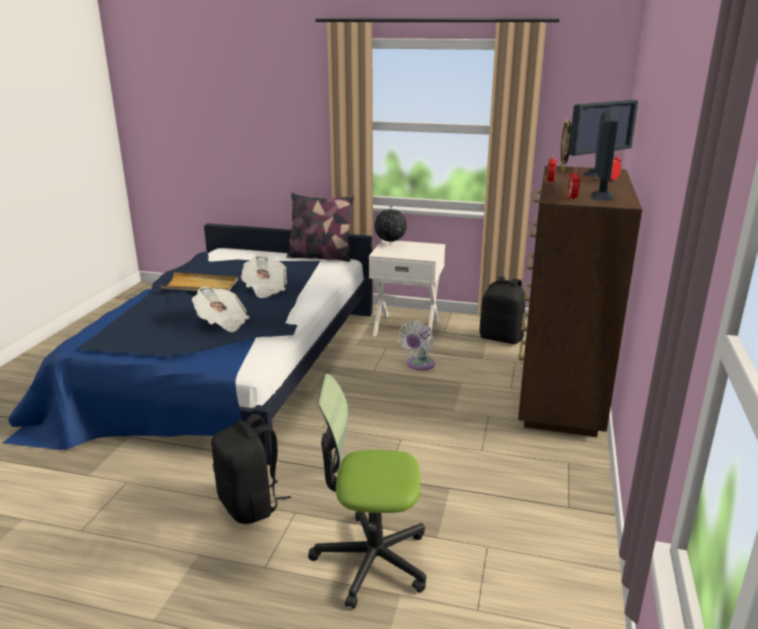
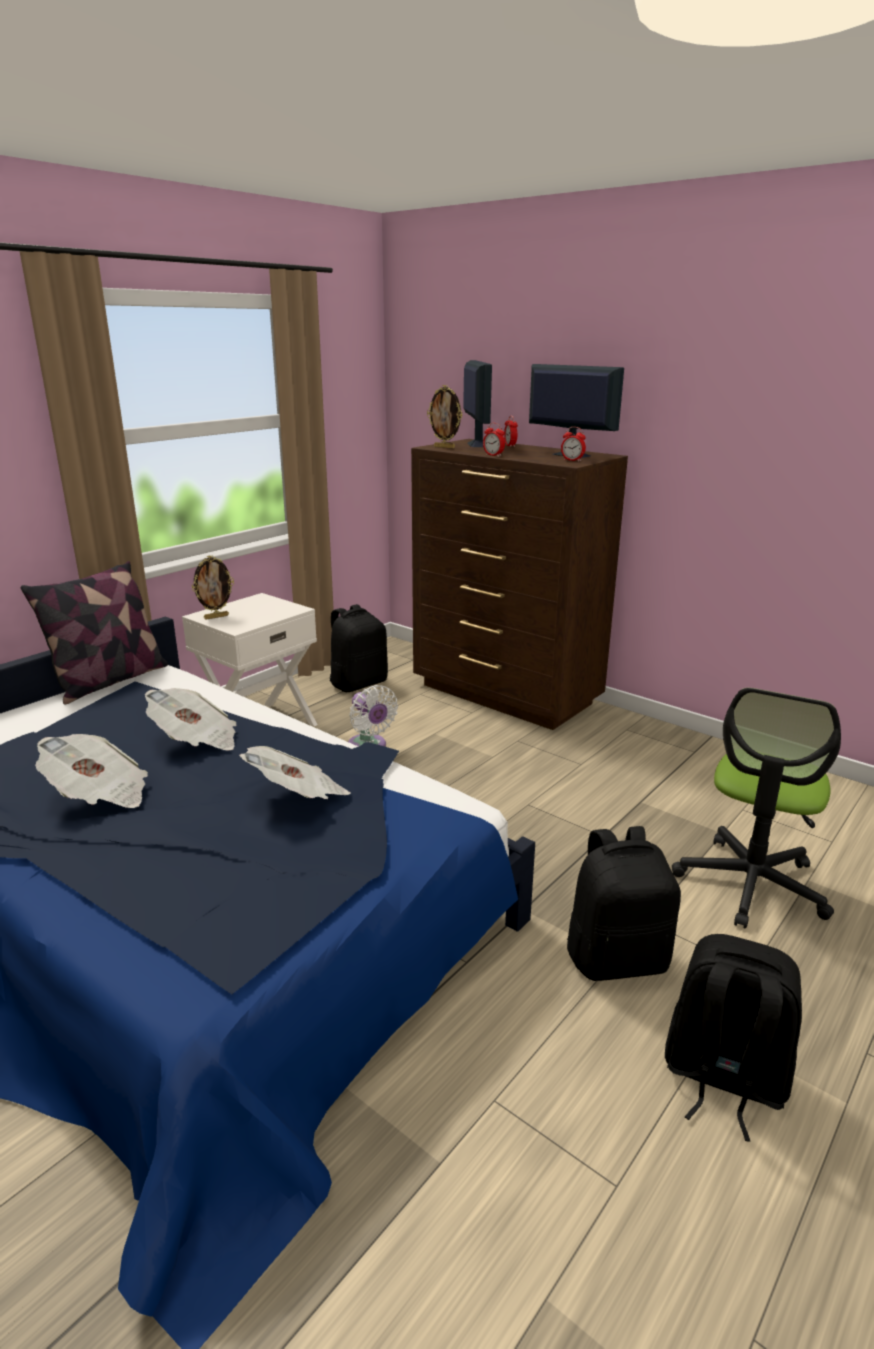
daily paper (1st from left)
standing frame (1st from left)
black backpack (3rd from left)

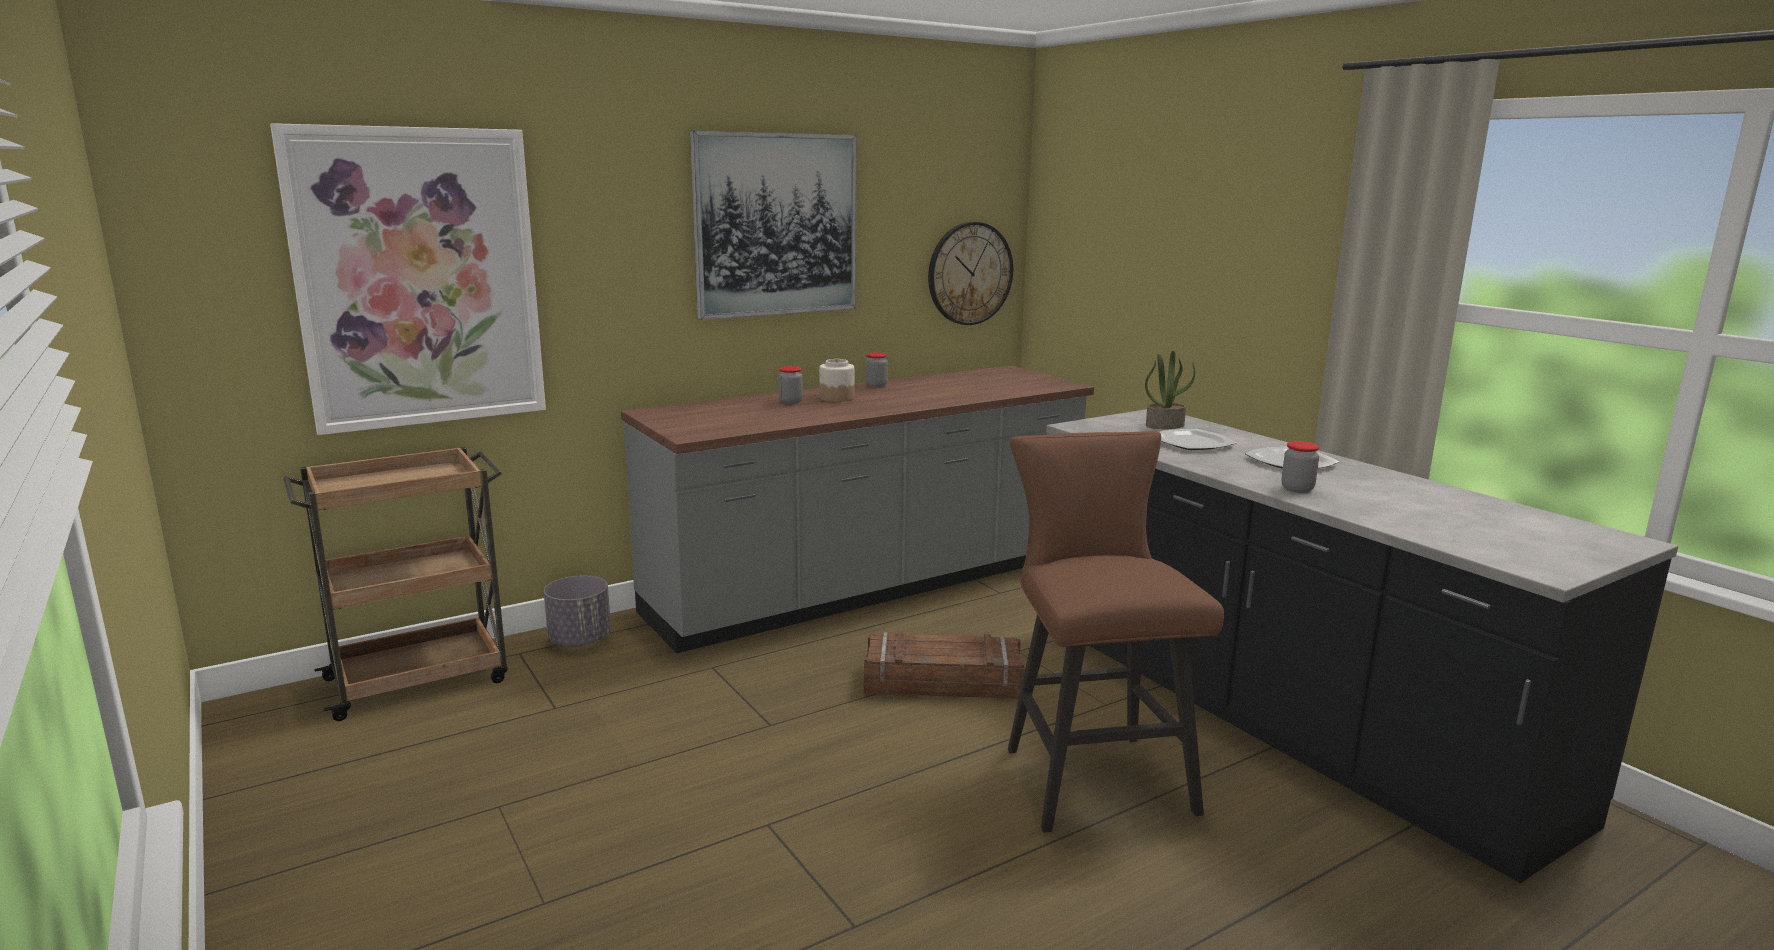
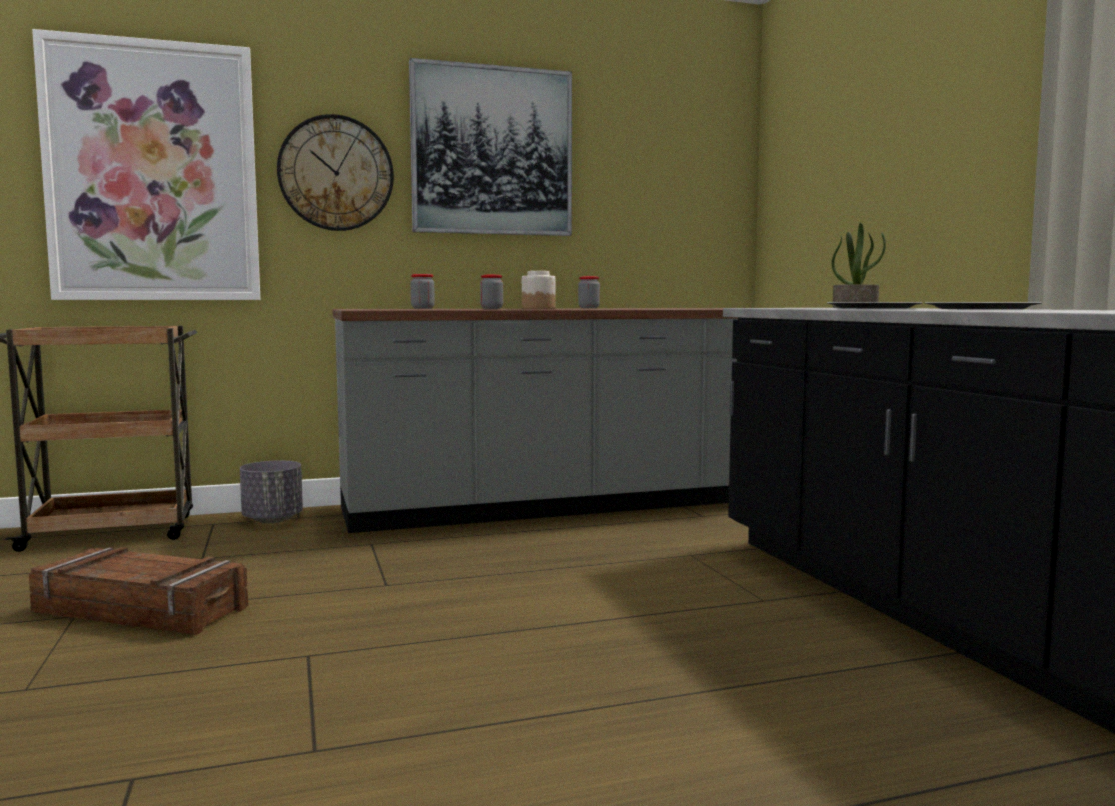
shipping crate
wall clock
brown stool
preserve jar (1st from left)

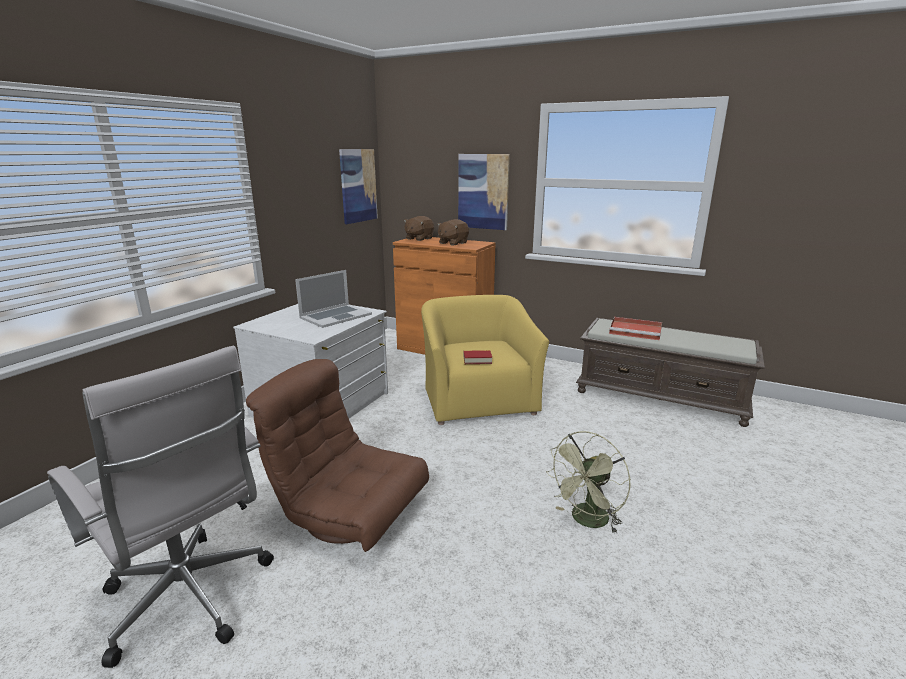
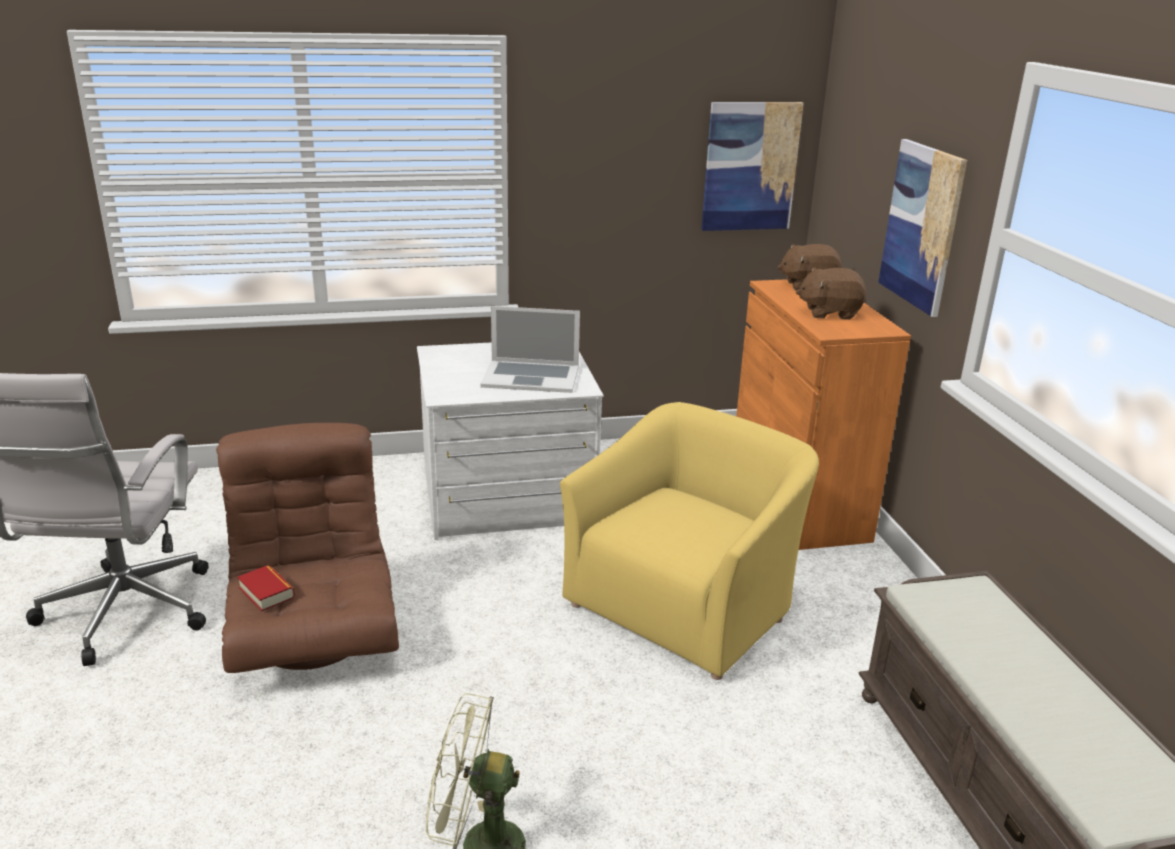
book
red tray

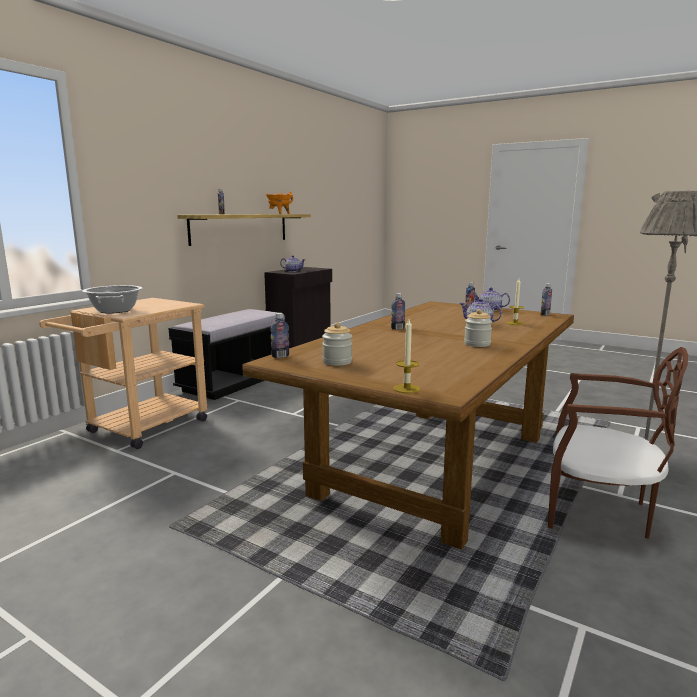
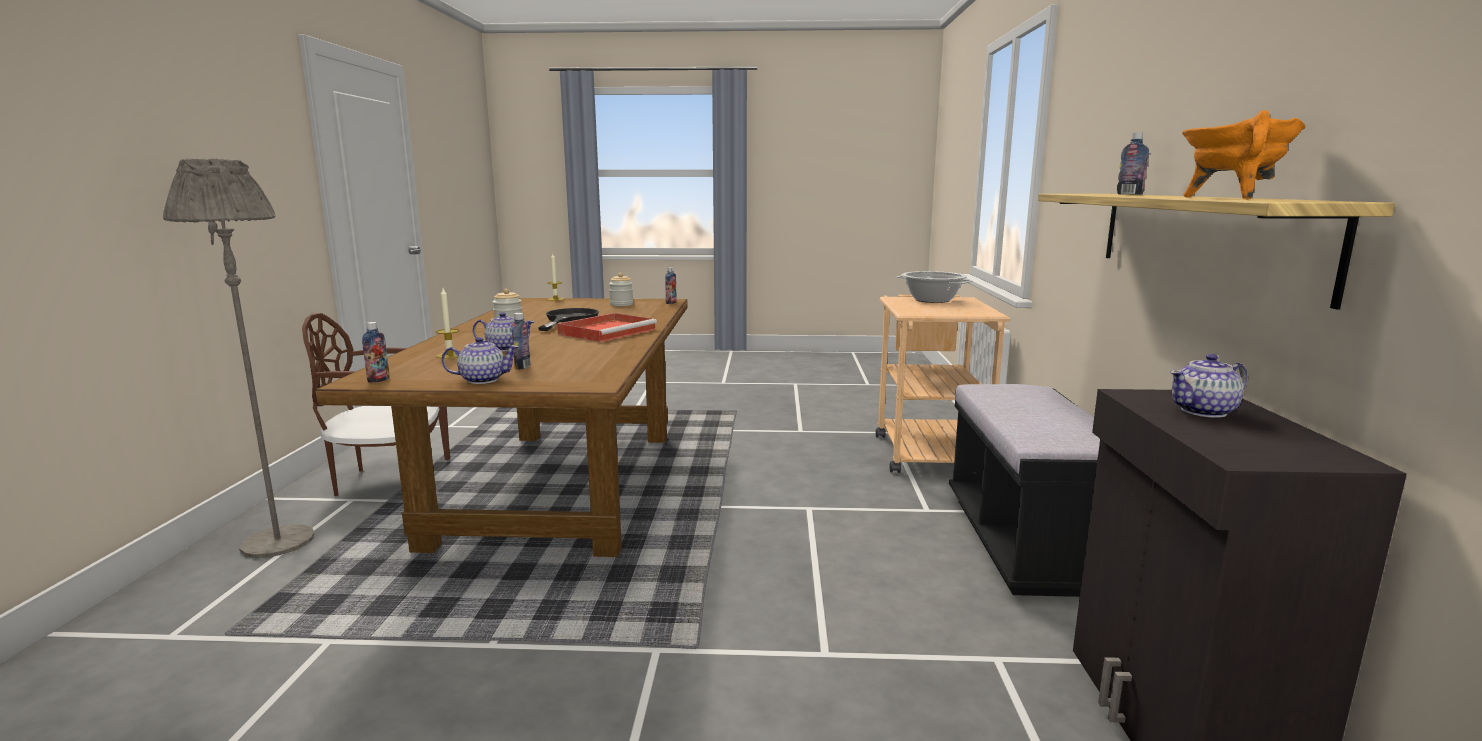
red tray
black frying pan

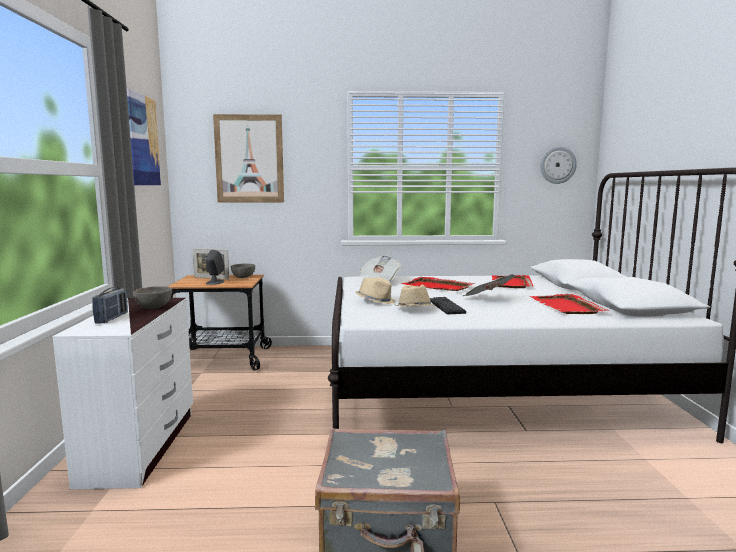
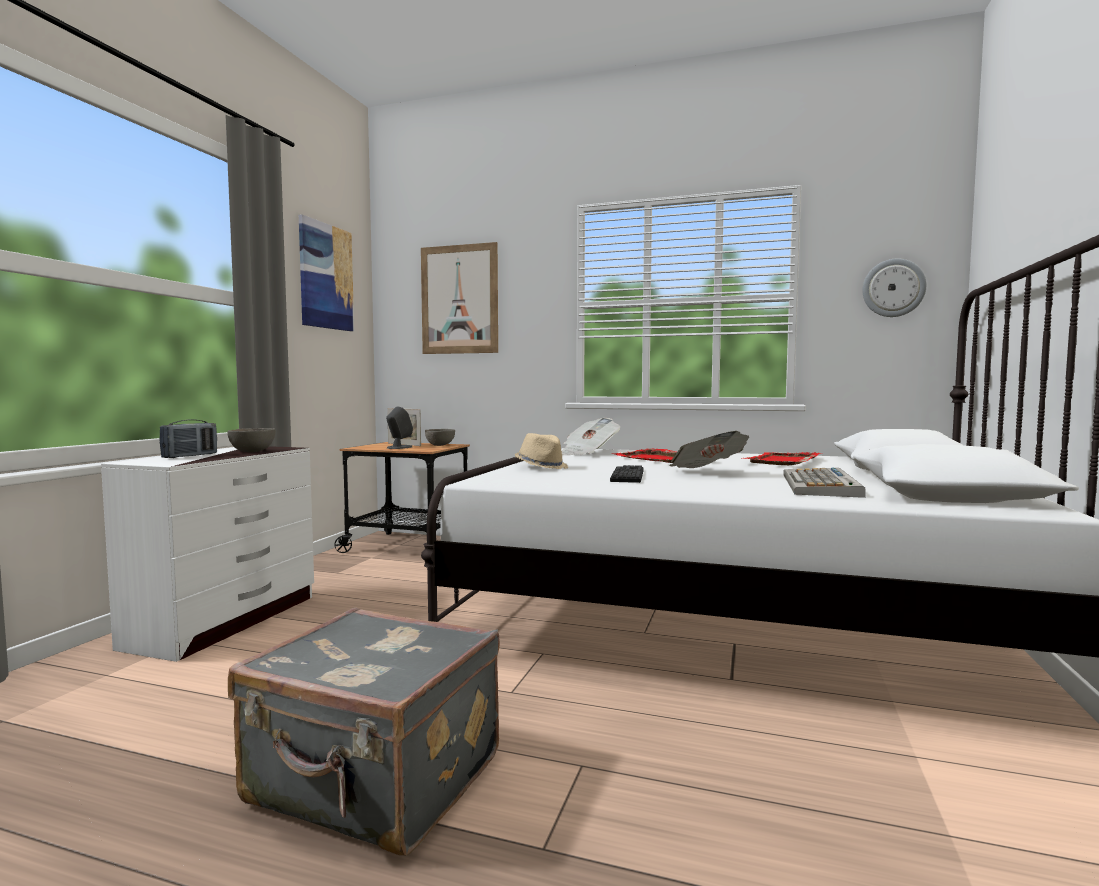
beige-coloured hat (2nd from left in the first image)
computer keyboard (2nd from left)

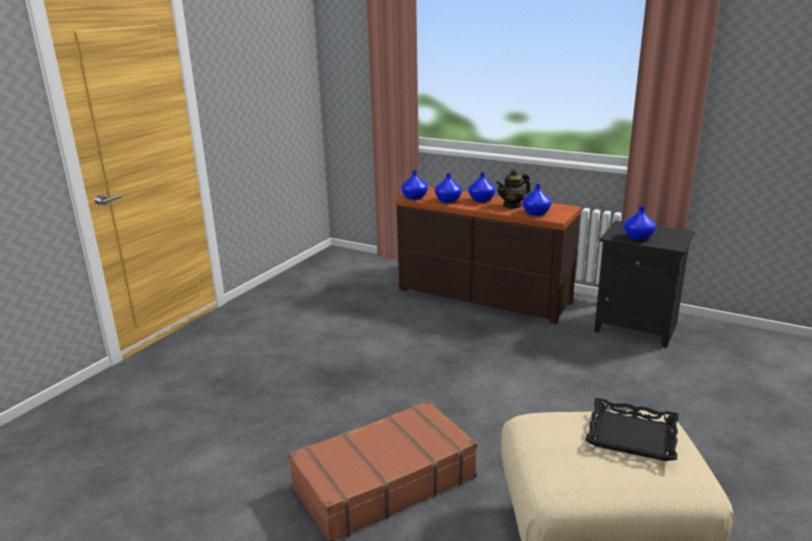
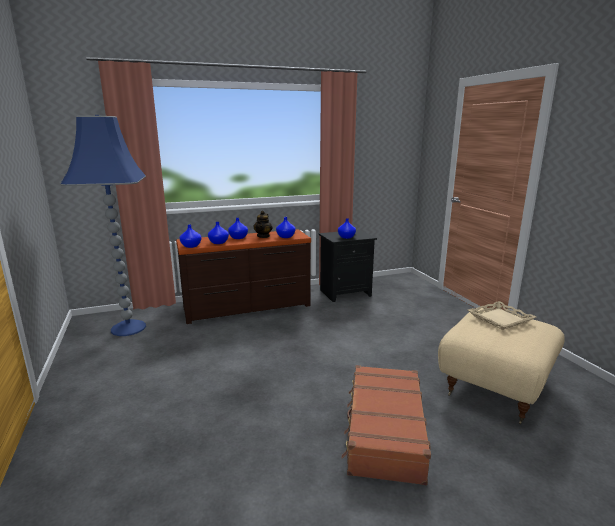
beige-coloured tray
blue standard lamp

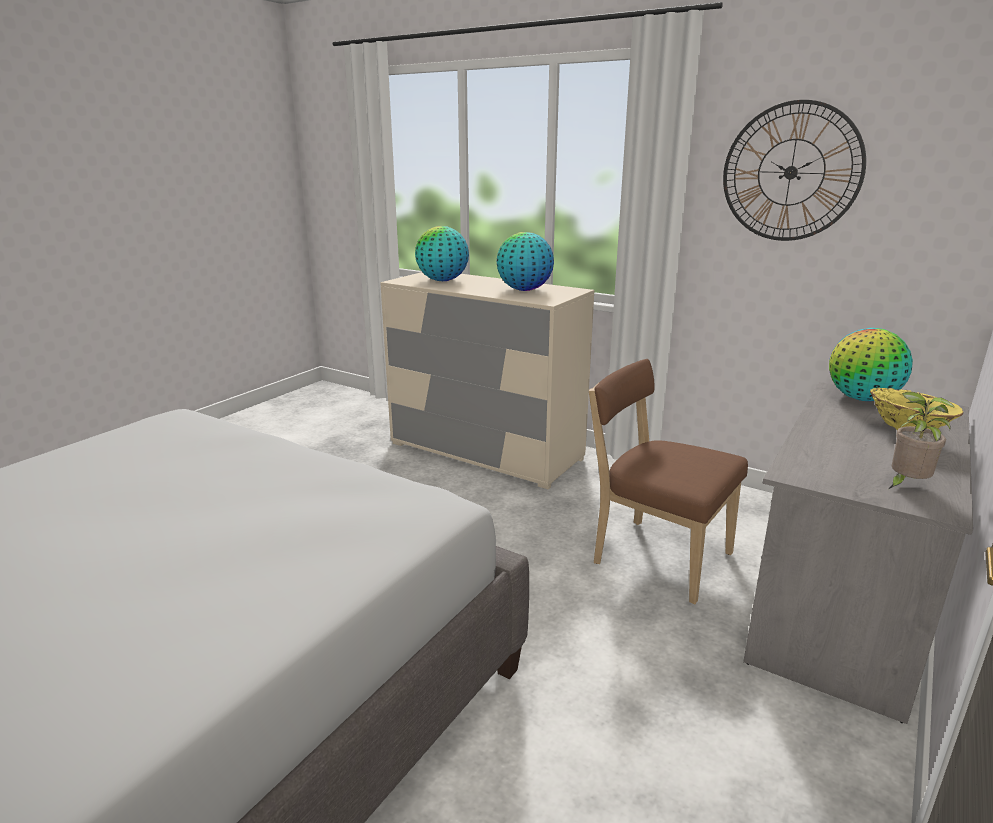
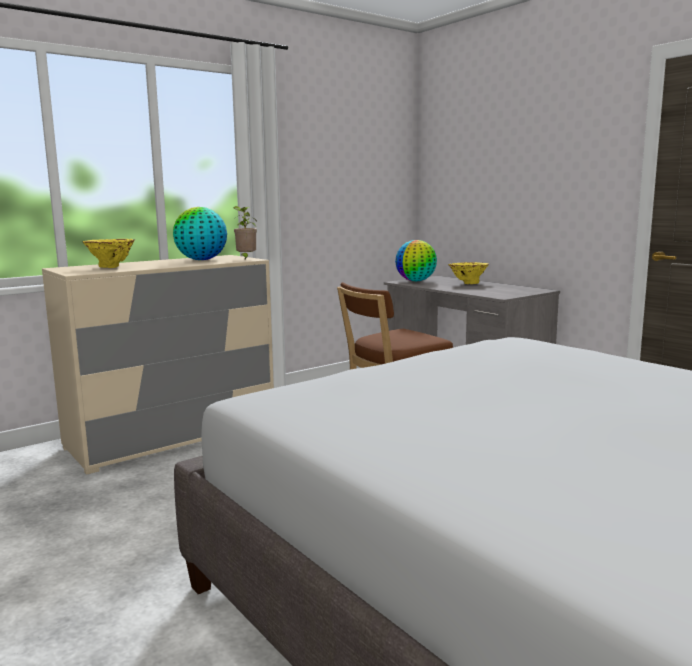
yellowish vase (1st from left)
wall clock
potted plant

